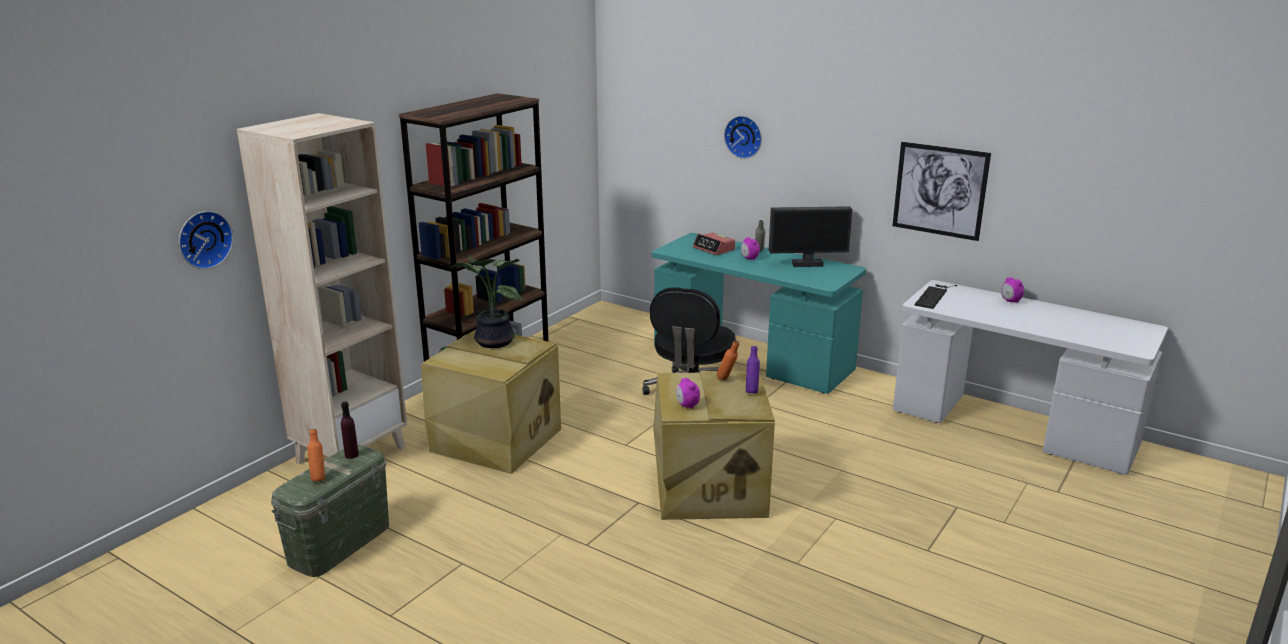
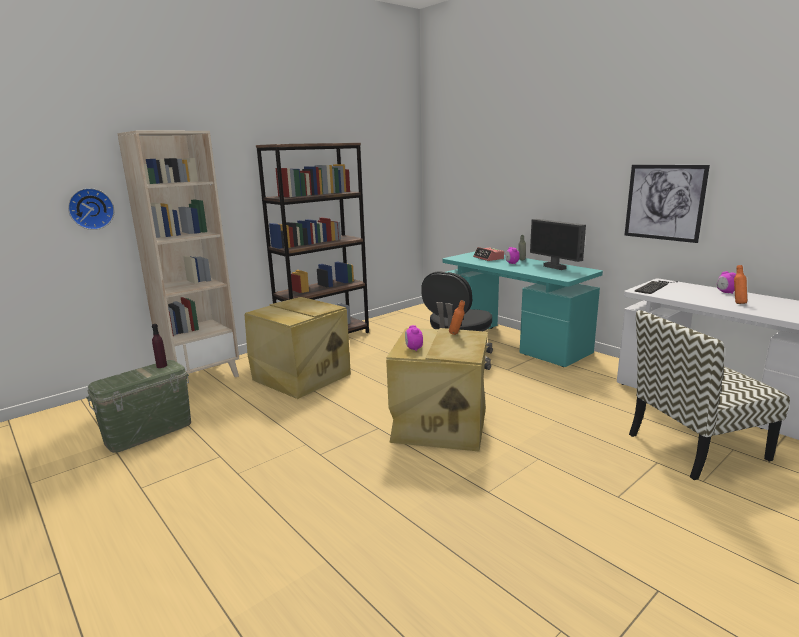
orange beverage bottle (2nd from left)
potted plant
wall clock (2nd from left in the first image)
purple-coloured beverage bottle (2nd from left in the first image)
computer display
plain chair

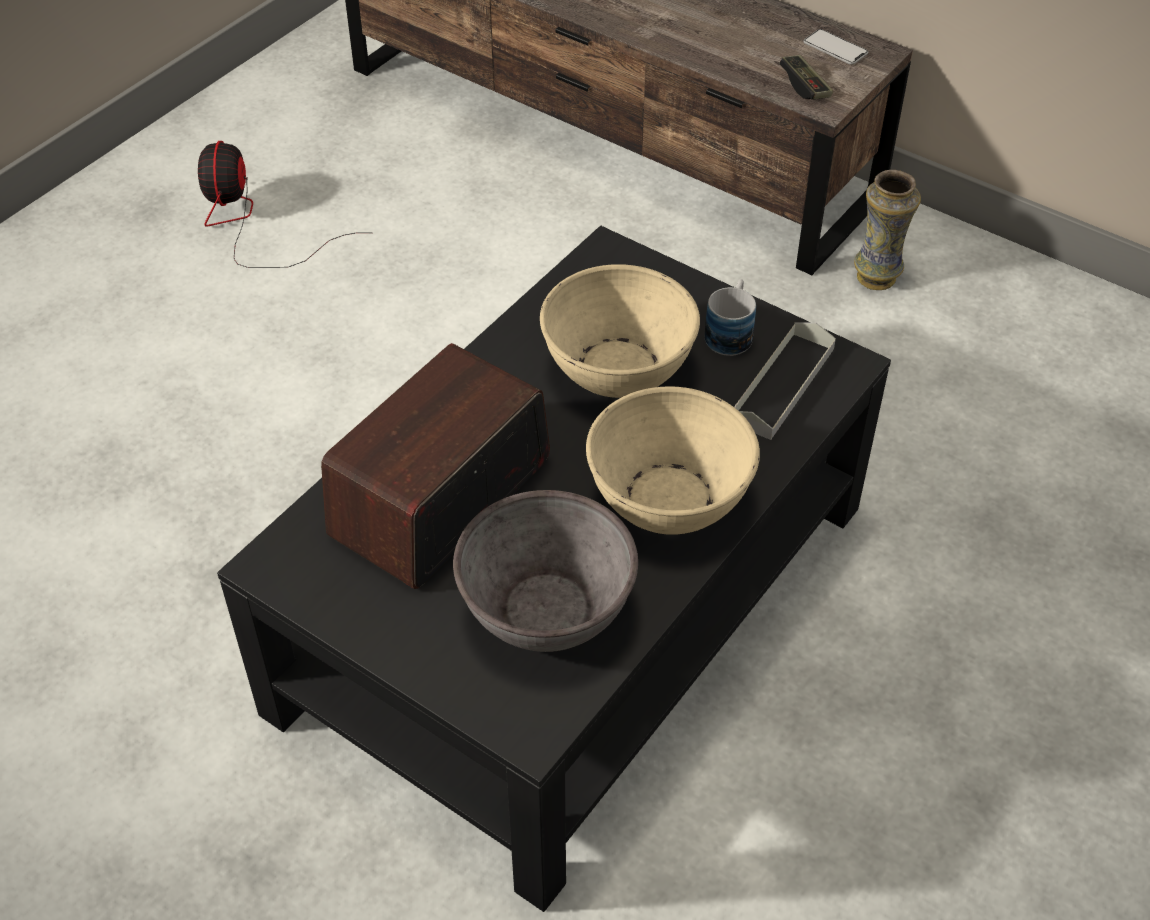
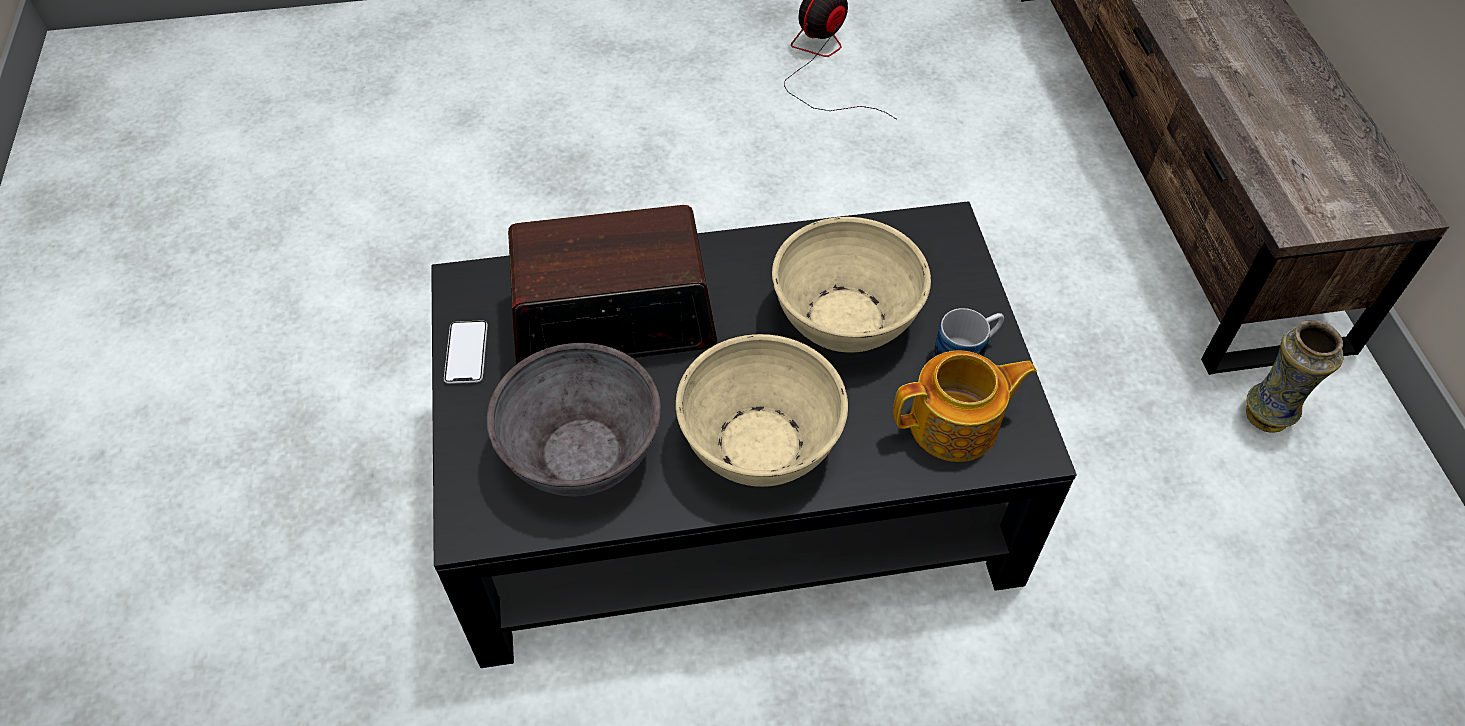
teapot
joypad
handset

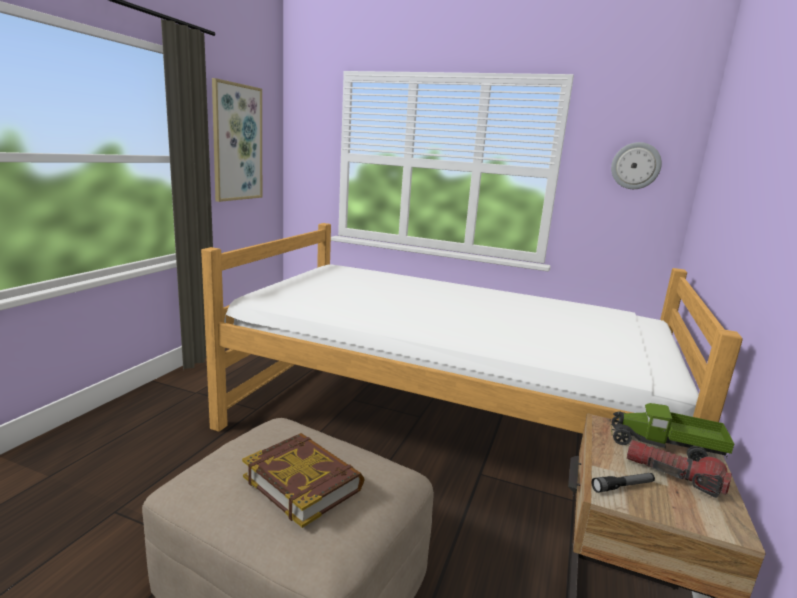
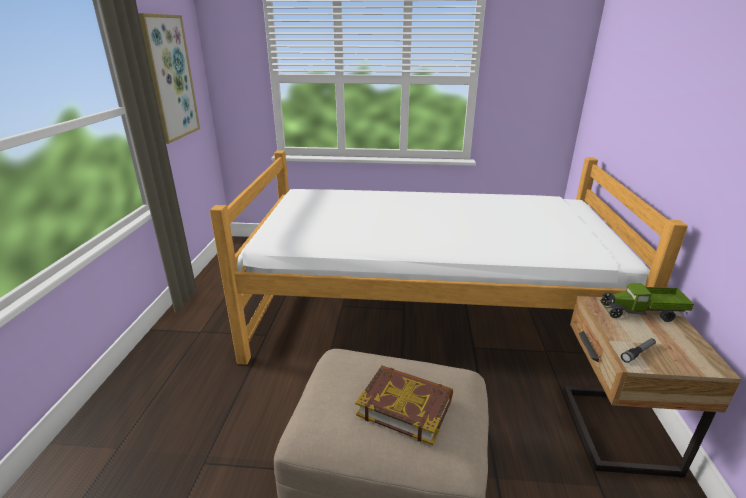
wall clock
torch (2nd from left in the first image)

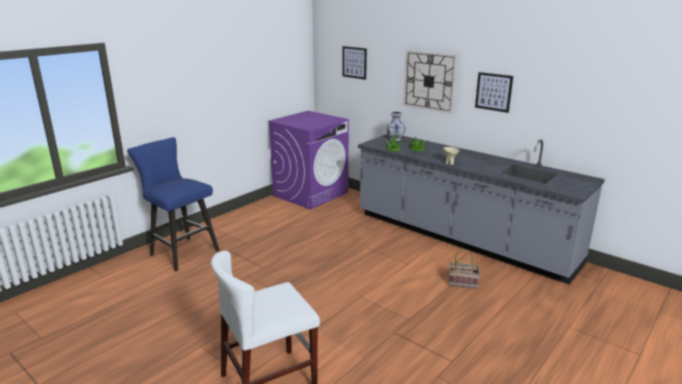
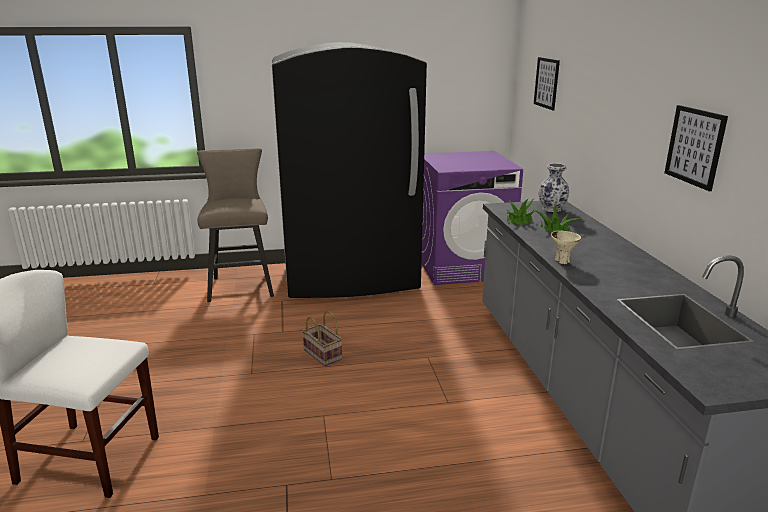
beige-coloured stool
wall clock
storage basket
black fridge

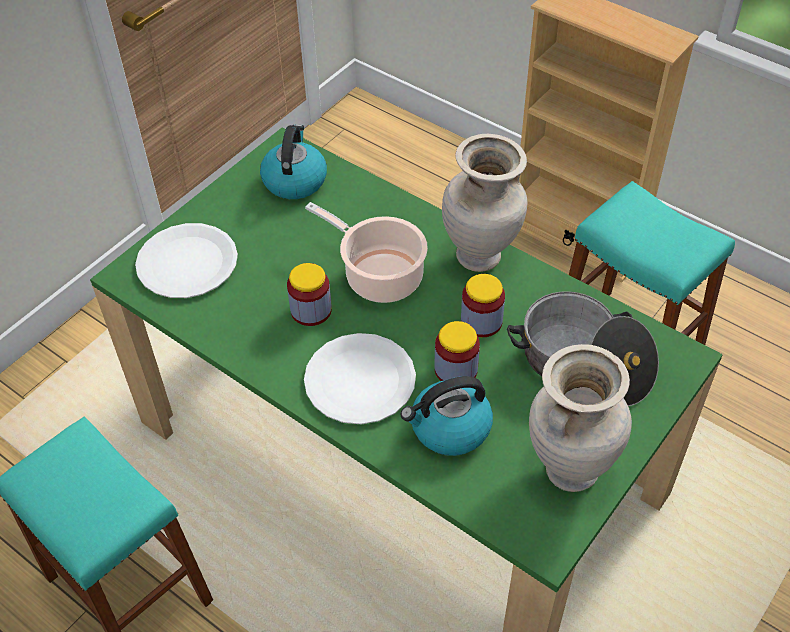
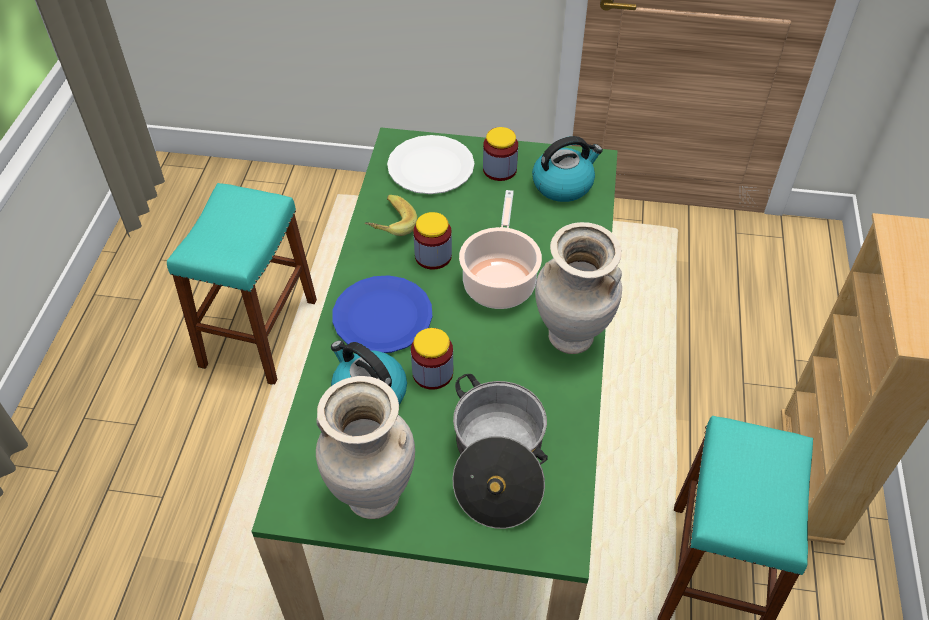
blue plate
preserve jar (3rd from left)
banana fruit

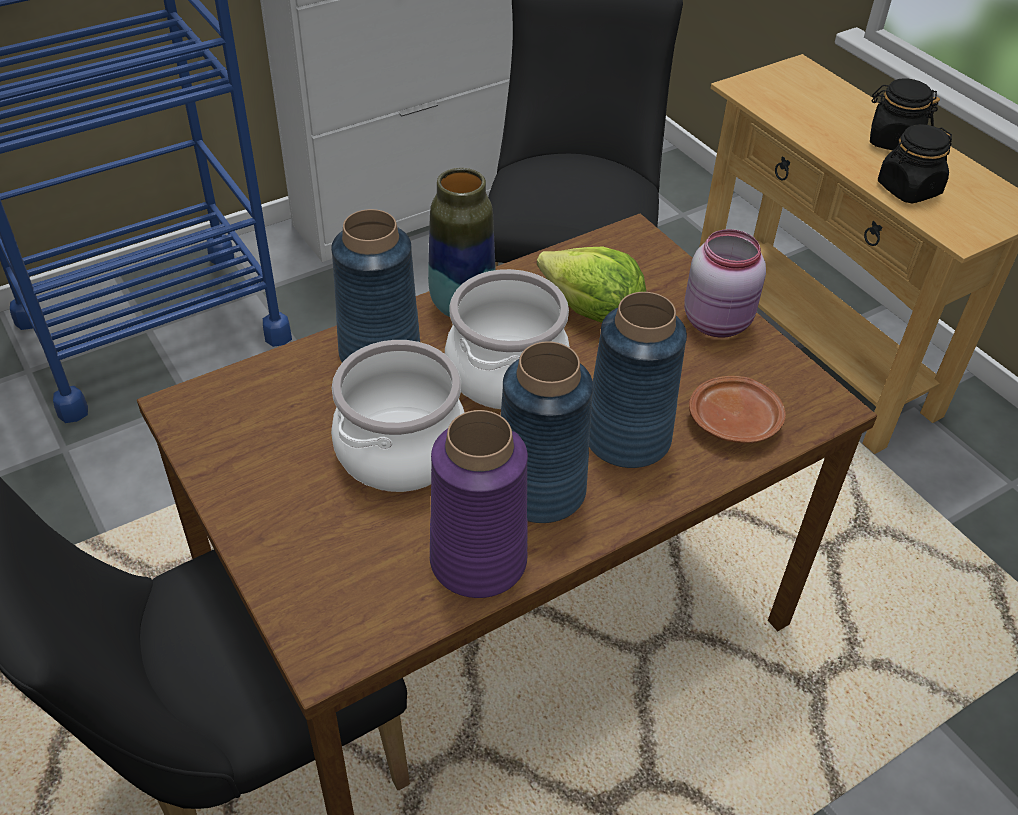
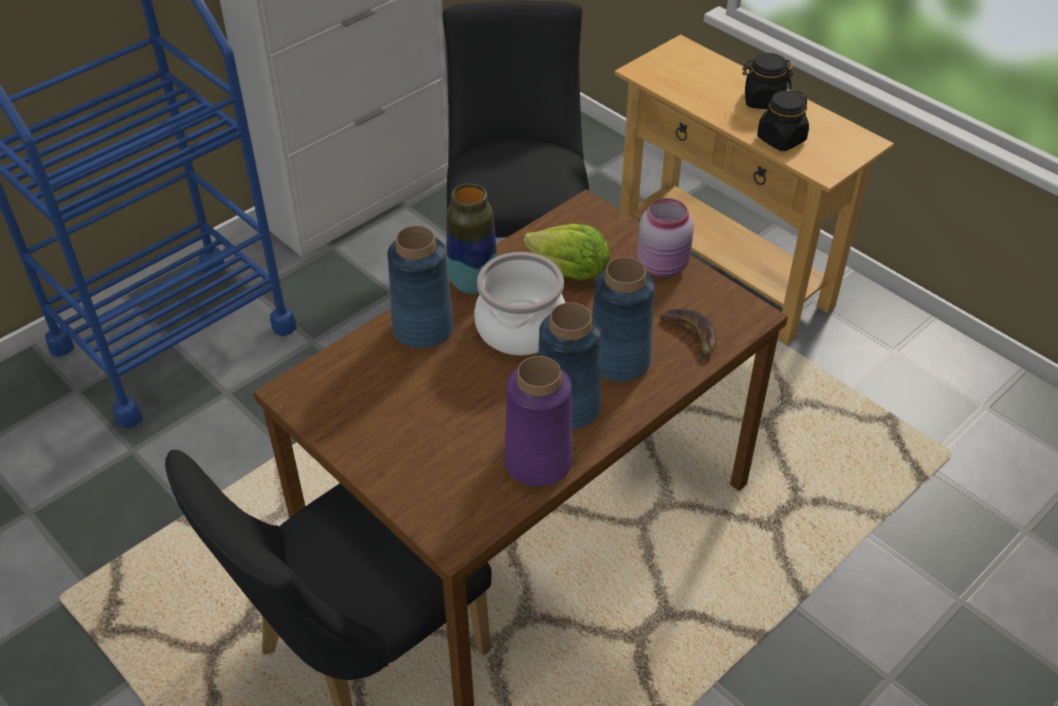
cooking pot (1st from left in the first image)
banana fruit

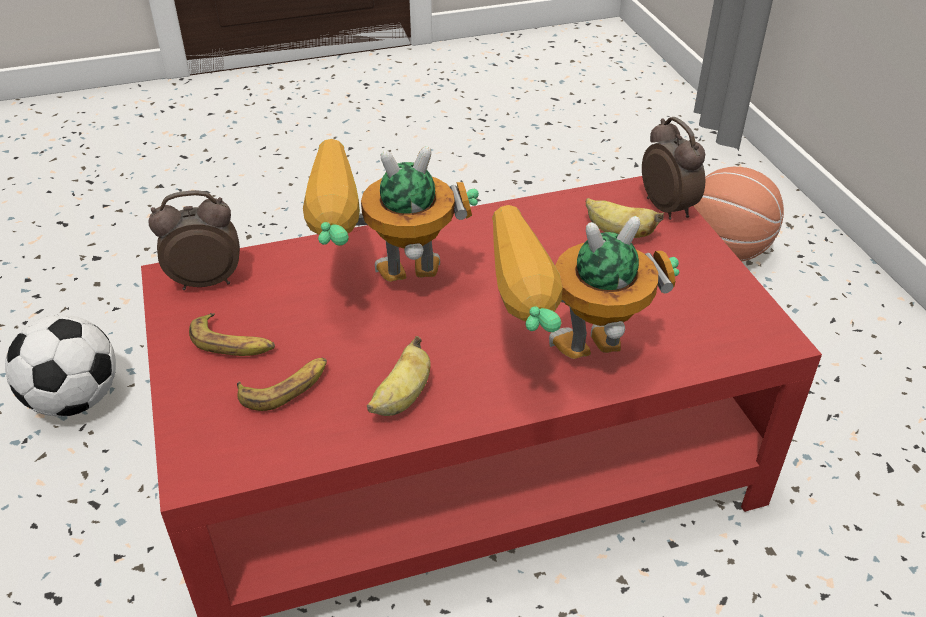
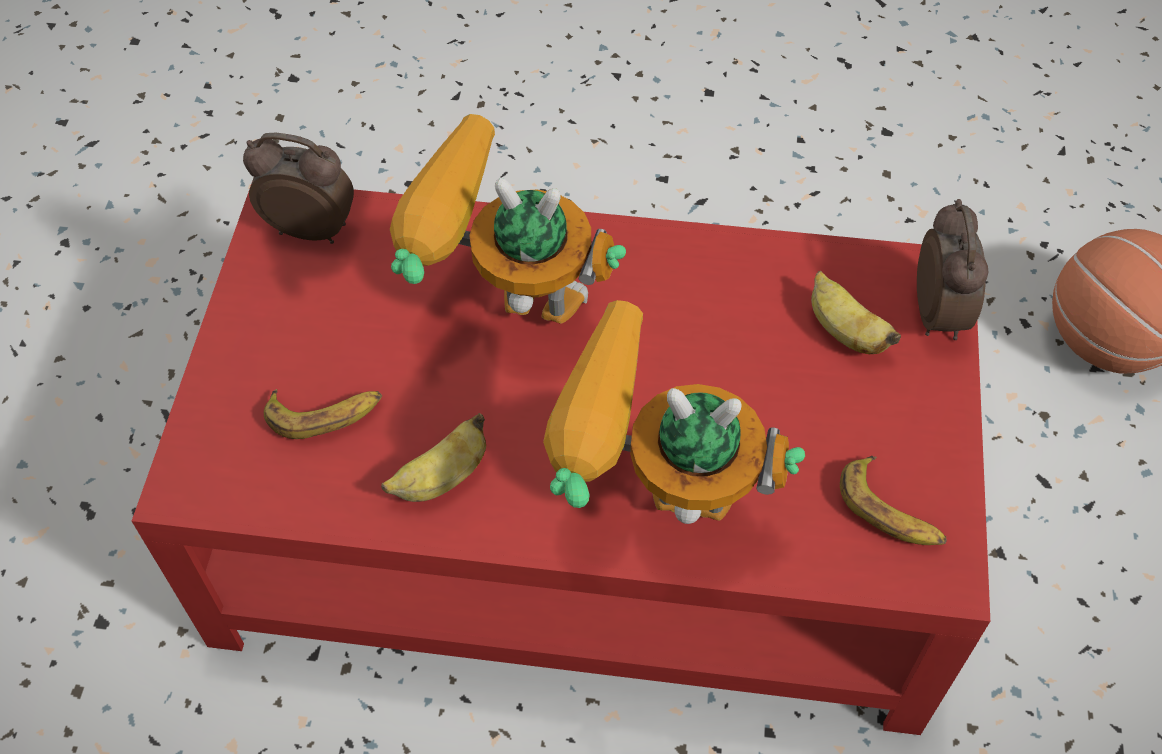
ball for football
banana fruit (4th from left)

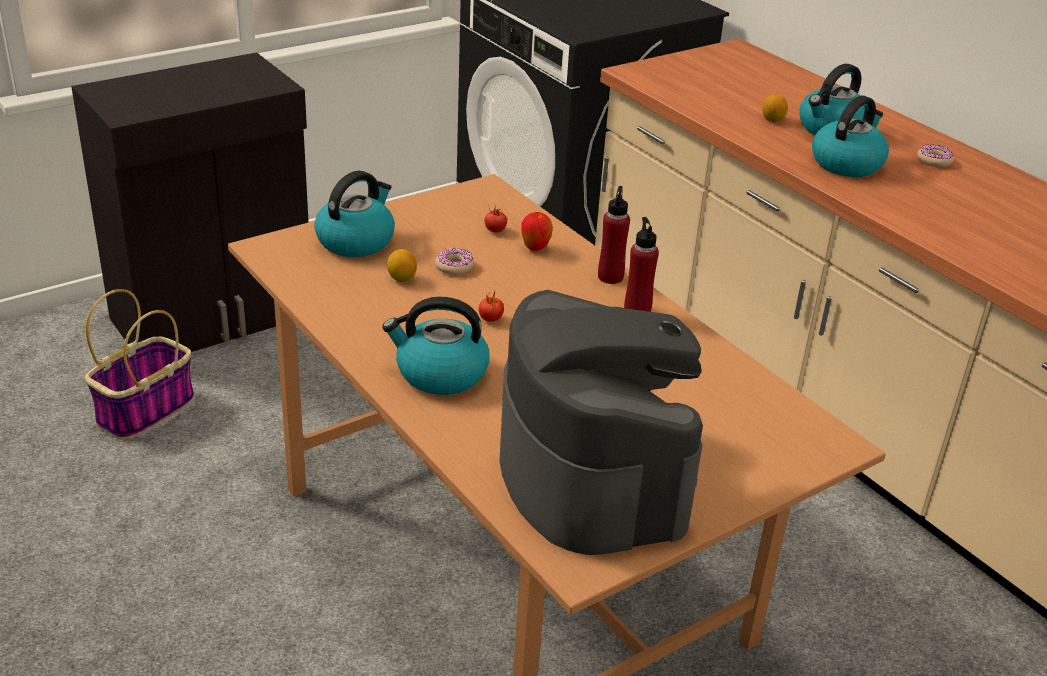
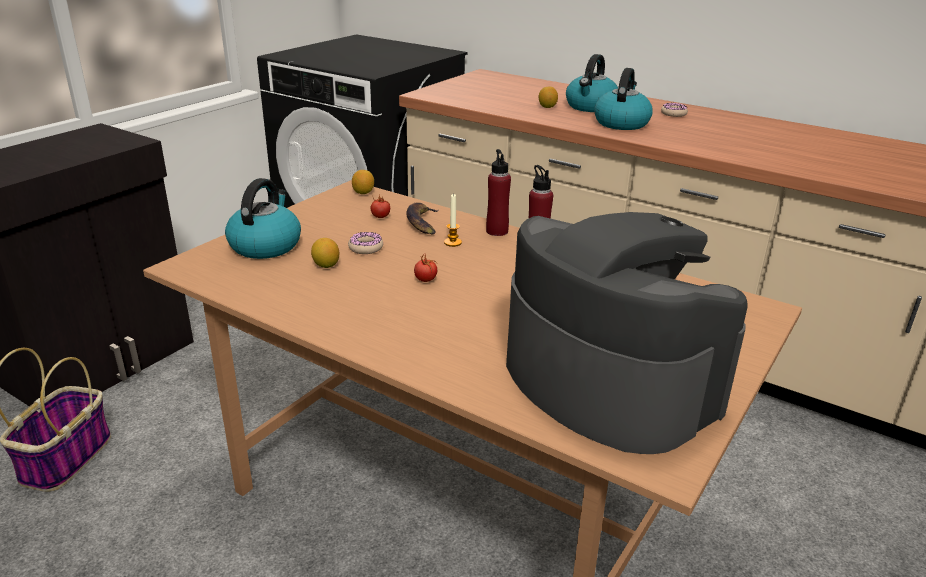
tea kettle (2nd from left in the first image)
banana fruit
citrus fruit (2nd from left)
wax candle

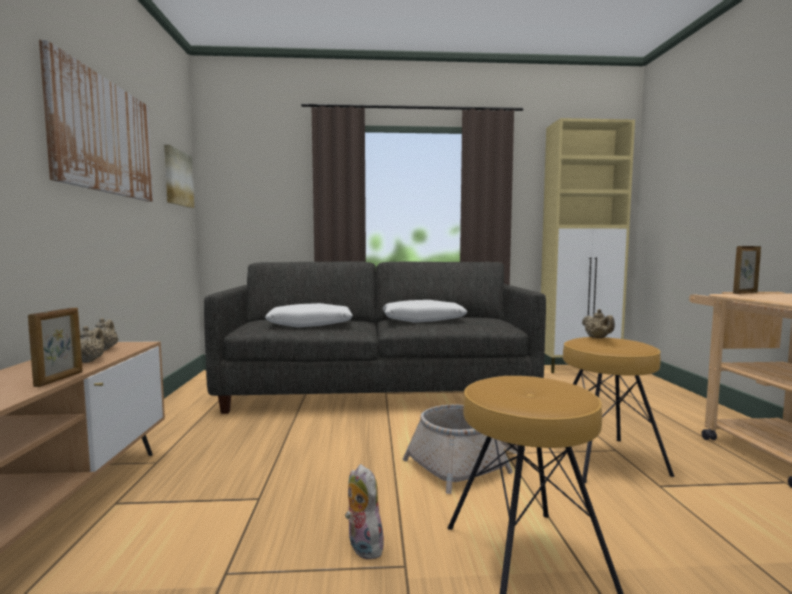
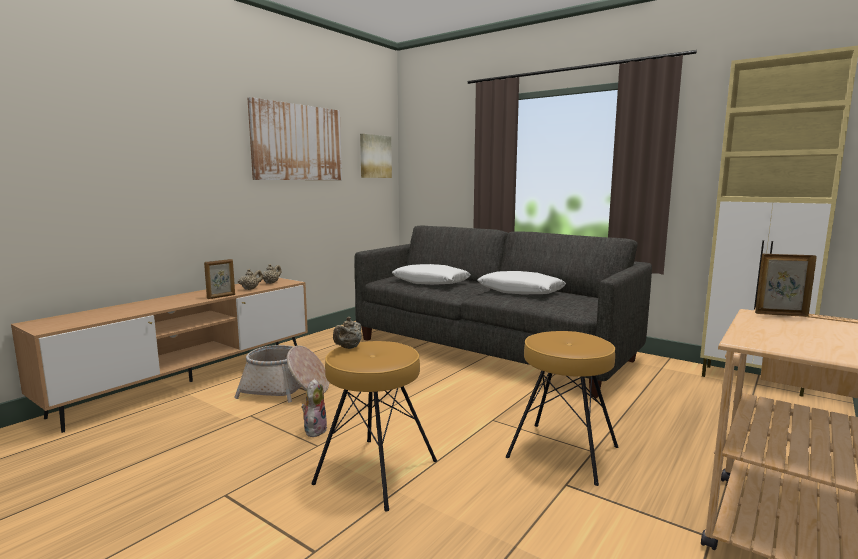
storage basket
beige-coloured teapot (3rd from left)

